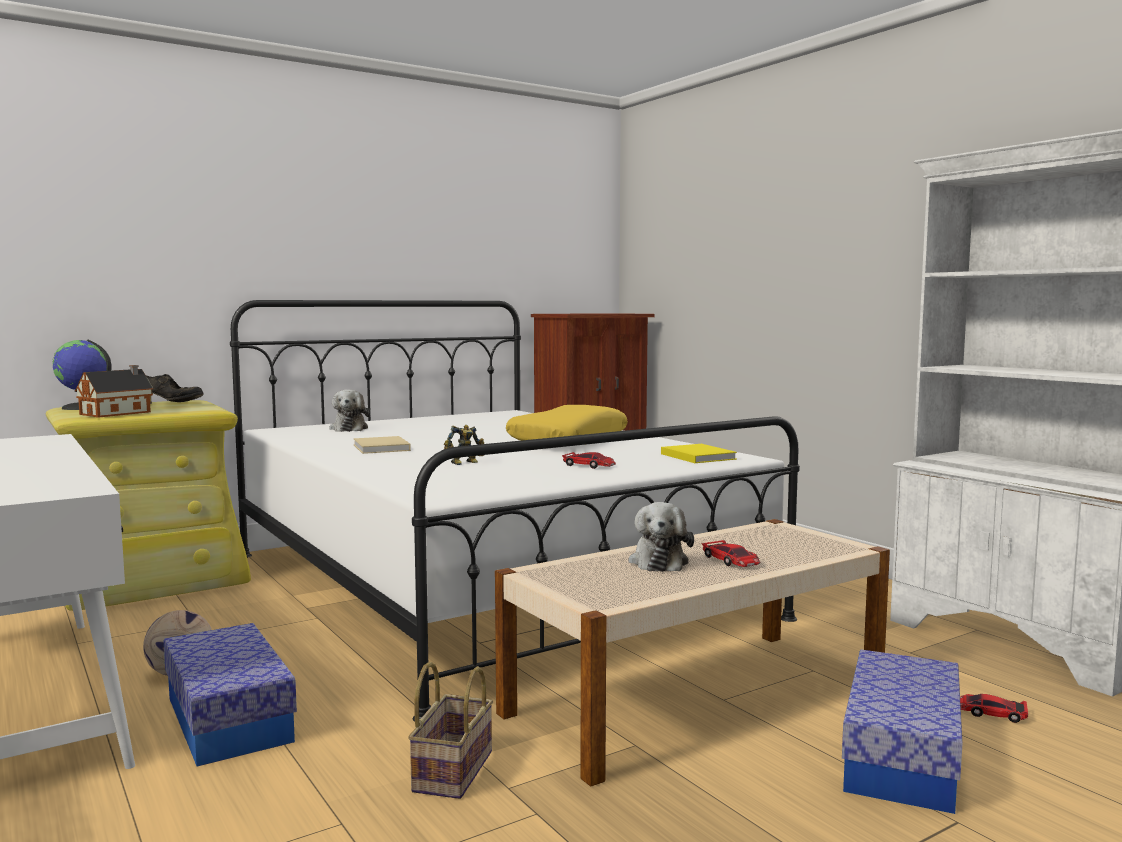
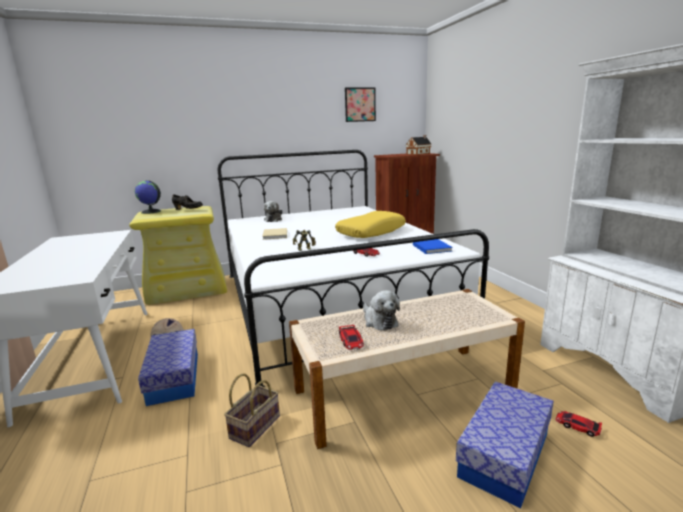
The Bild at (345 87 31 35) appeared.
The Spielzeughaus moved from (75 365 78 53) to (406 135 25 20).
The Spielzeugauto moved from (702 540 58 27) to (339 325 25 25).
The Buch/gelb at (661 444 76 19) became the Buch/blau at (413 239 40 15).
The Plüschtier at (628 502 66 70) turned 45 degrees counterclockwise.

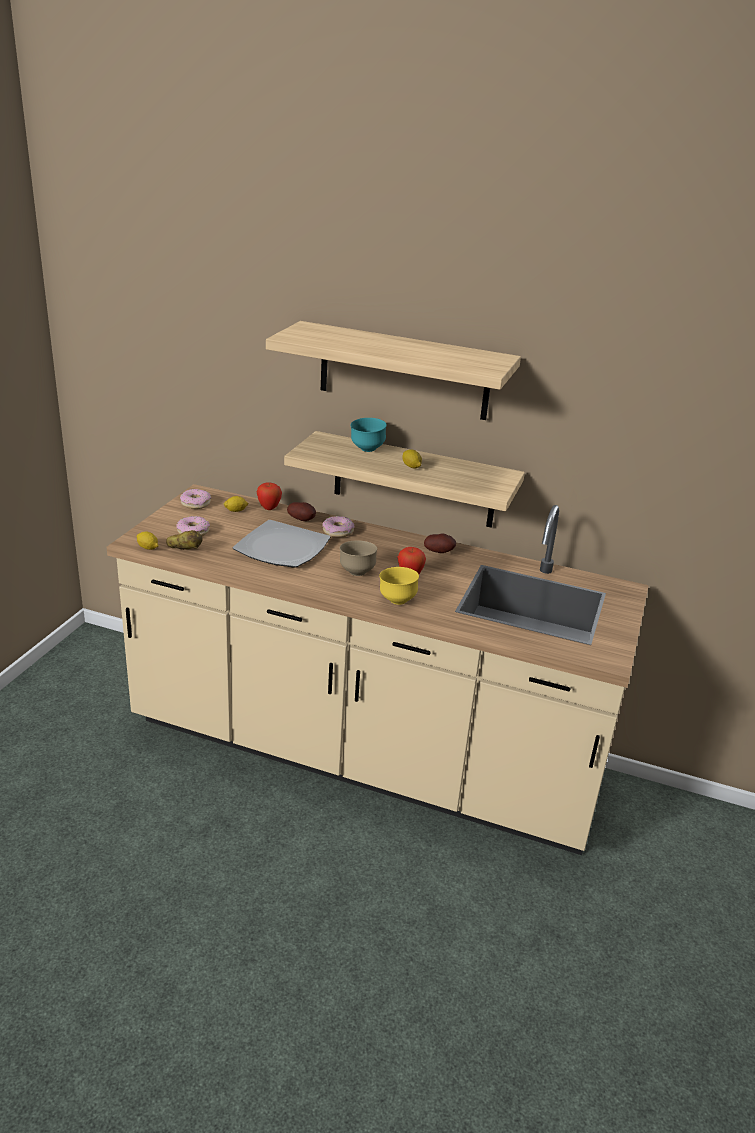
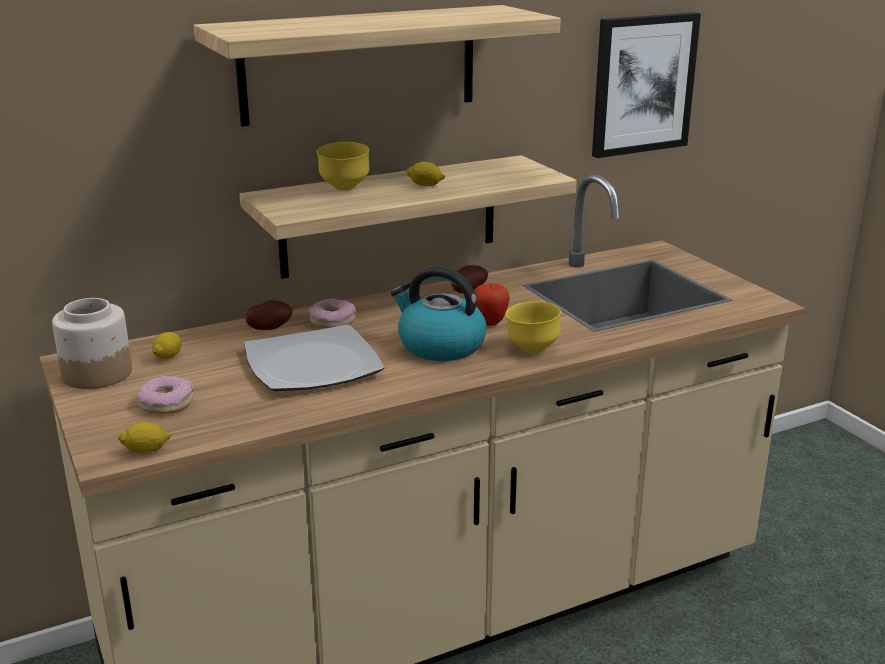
The Kartoffel at (166 530 37 20) disappeared.
The Apfel at (257 482 25 28) disappeared.
The Bild at (592 12 109 146) appeared.
The Donut at (180 489 31 20) was replaced by the Vorratsglas at (52 298 80 91).
The Schüssel/braun at (340 540 37 36) was replaced by the Wasserkessel at (391 266 95 95).
The Schüssel/türkis at (350 418 37 34) became the Schüssel/gelb at (317 142 53 48).

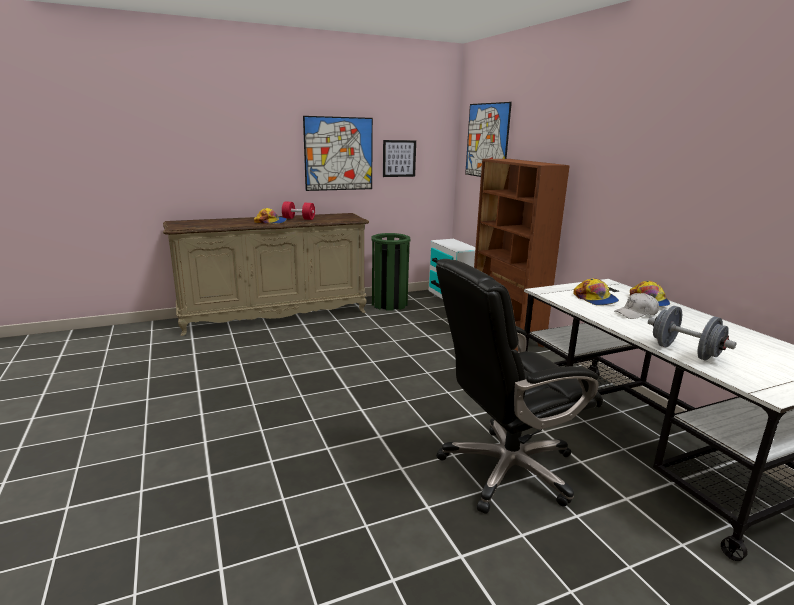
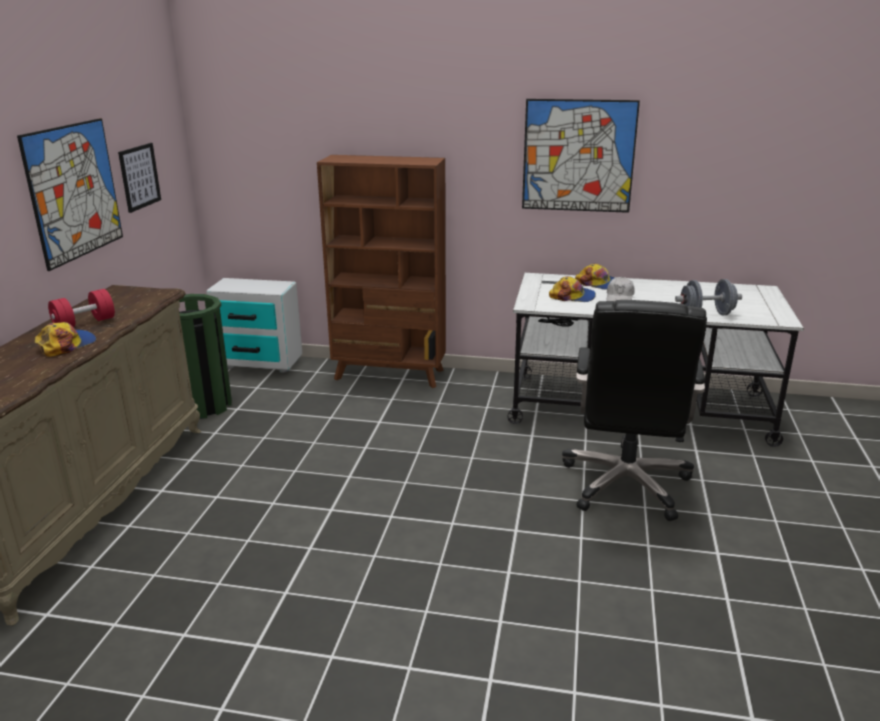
The Bild moved from (465 102 47 75) to (522 99 118 114).

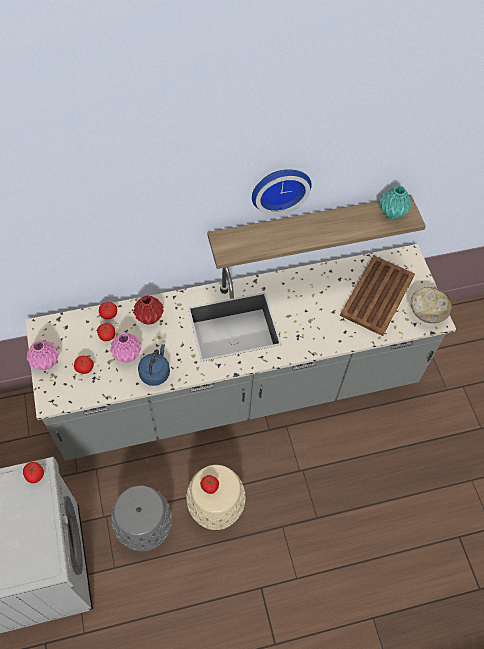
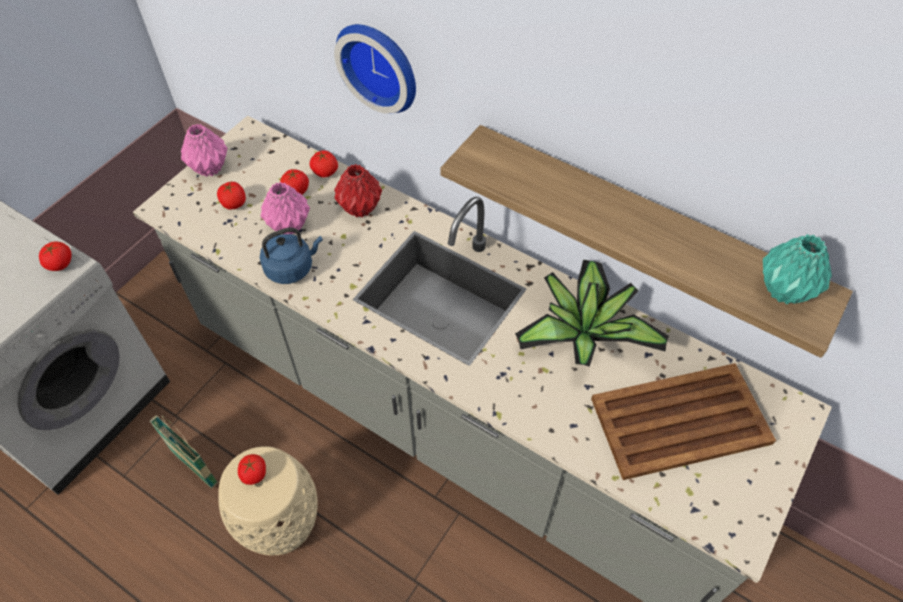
The Schüssel at (411 287 41 37) disappeared.
The Topfpflanze at (515 260 154 107) appeared.
The Wanduhr moved from (252 169 60 45) to (334 24 82 90).
The Hocker/grau at (111 485 61 66) was replaced by the Korb at (150 415 68 73).

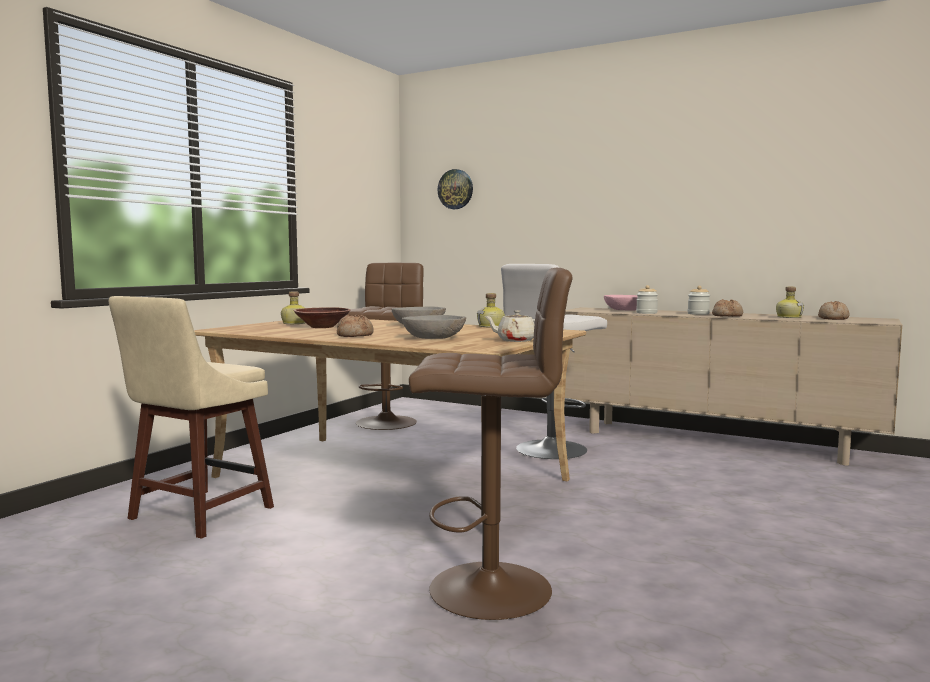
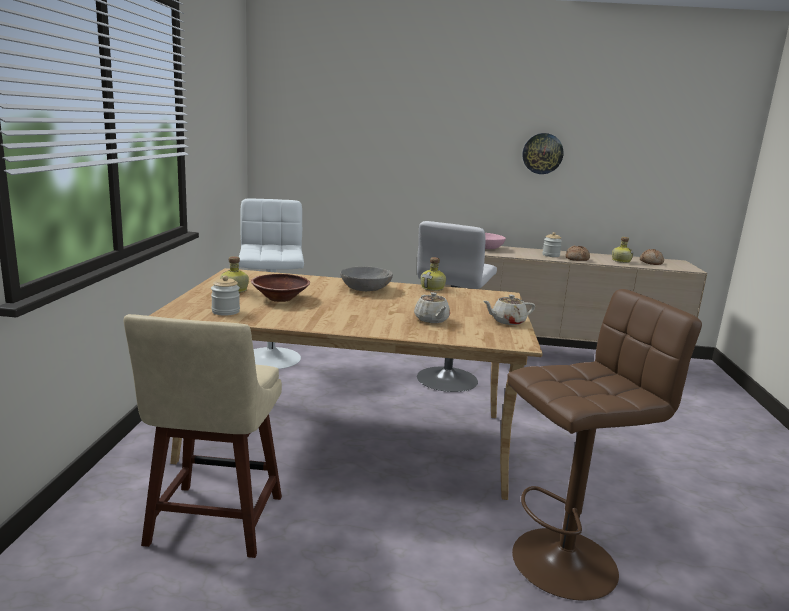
The Brot at (337 315 37 22) disappeared.
The Wanduhr moved from (438 169 35 40) to (522 133 42 41).
The Vorratsglas moved from (636 285 22 29) to (211 276 29 40).
The Schüssel/grau at (402 315 64 24) was replaced by the Teekanne/beige at (414 292 36 31).
The Hocker/braun at (347 263 77 167) became the Hocker/weiß at (239 199 65 170).

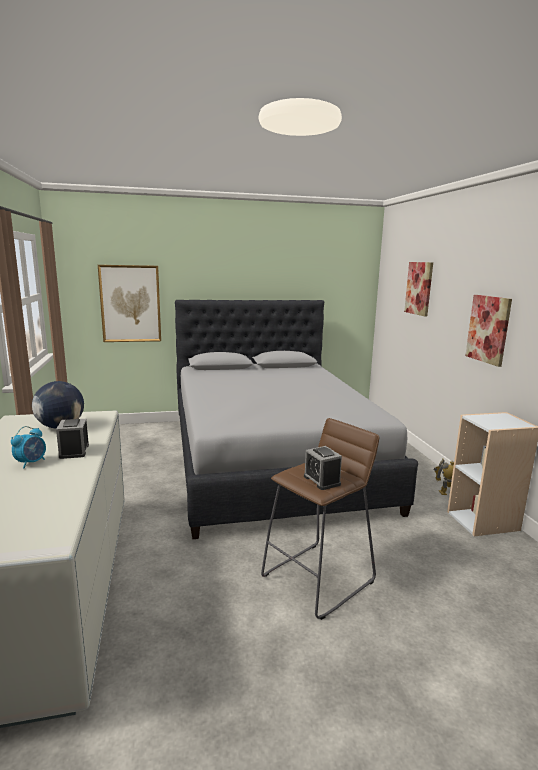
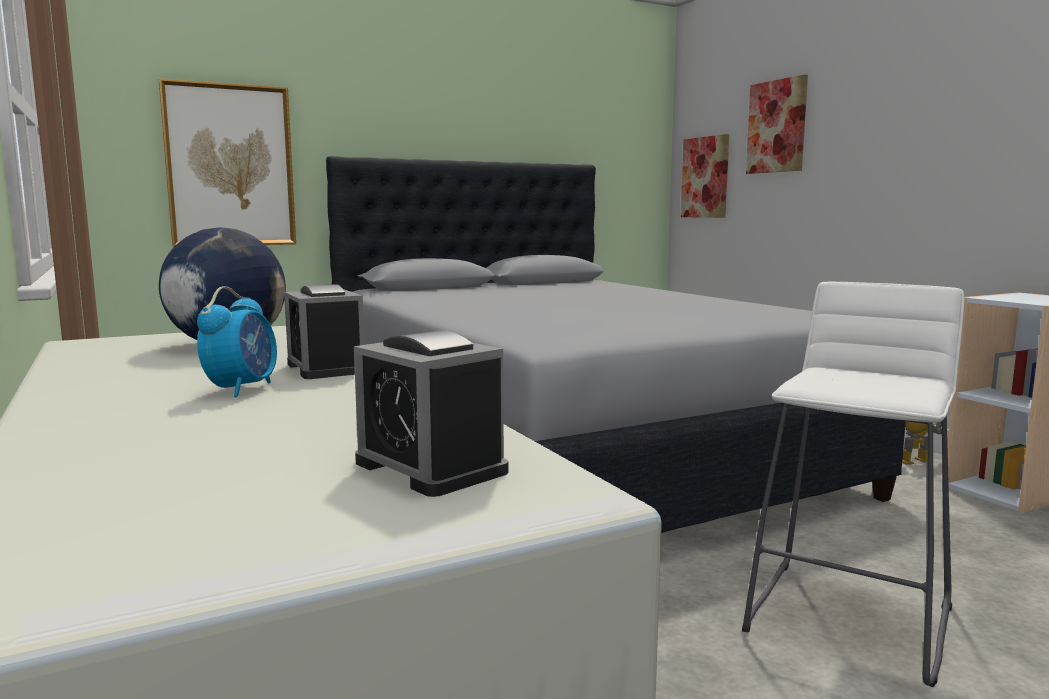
The Wecker moved from (304 446 38 44) to (354 330 154 167).
The Bild moved from (465 295 47 72) to (681 134 48 84).
The Hocker/braun at (261 418 118 202) became the Hocker/weiß at (742 282 222 405).

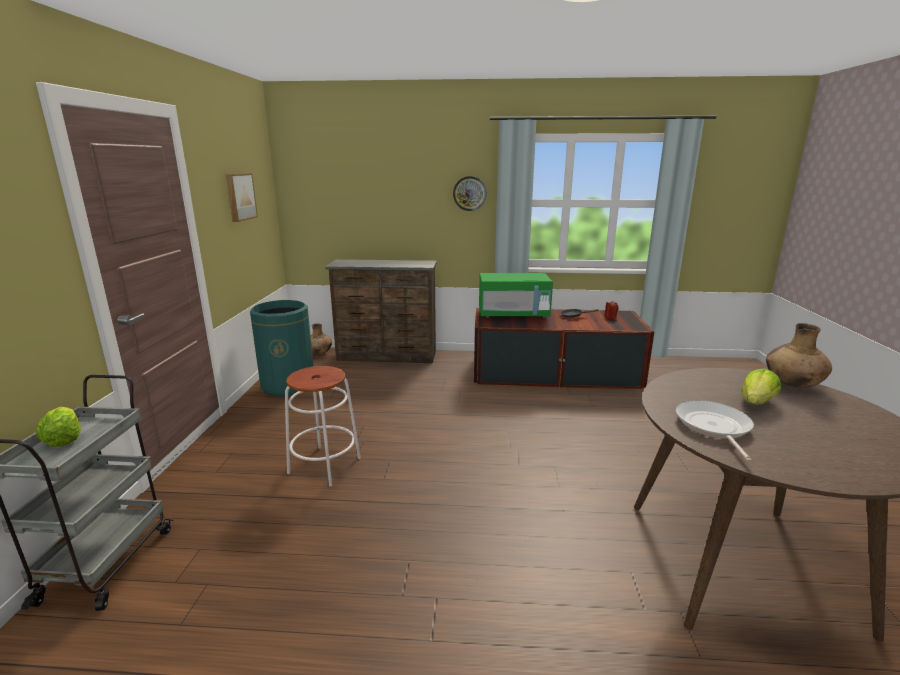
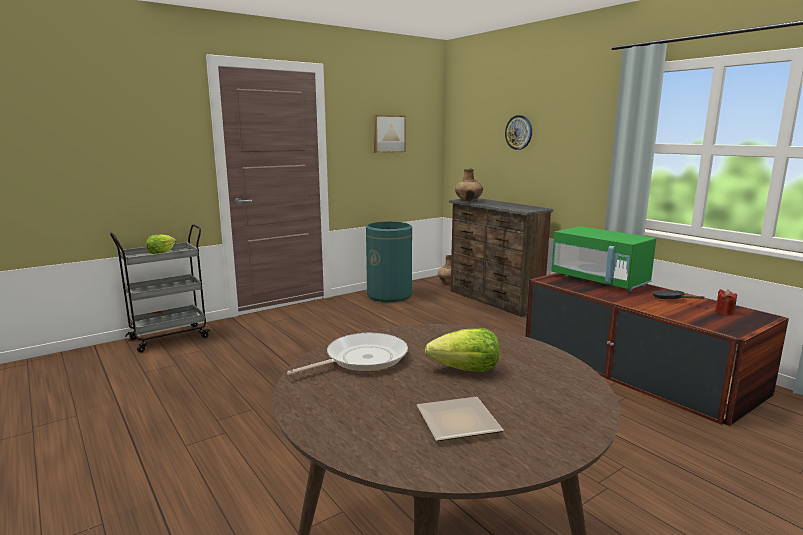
The Hocker/weiß at (285 366 76 120) disappeared.
The Teller at (417 397 87 44) appeared.
The Wanduhr moved from (453 176 34 35) to (505 115 27 35).
The Vase/braun moved from (766 323 66 65) to (455 169 28 32).

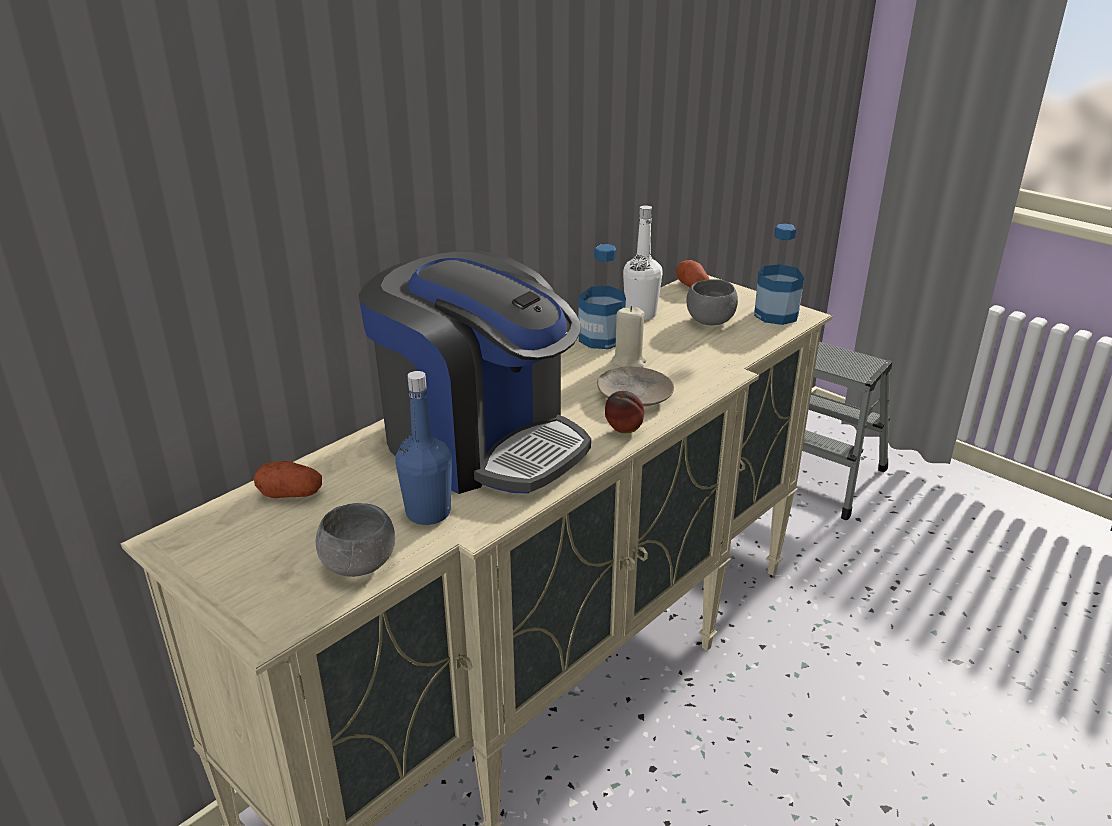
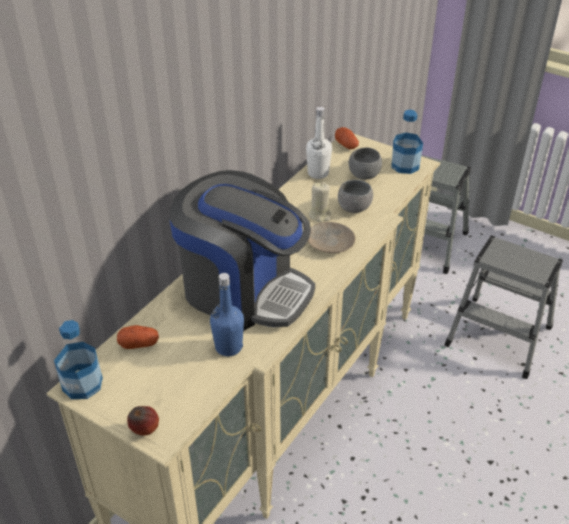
The Trittleiter/grau at (445 235 118 144) appeared.
The Schüssel/grau moved from (316 503 79 74) to (338 180 35 33).
The Flasche moved from (578 244 48 105) to (54 320 49 79).
The Apfel moved from (605 391 39 43) to (127 406 32 30).

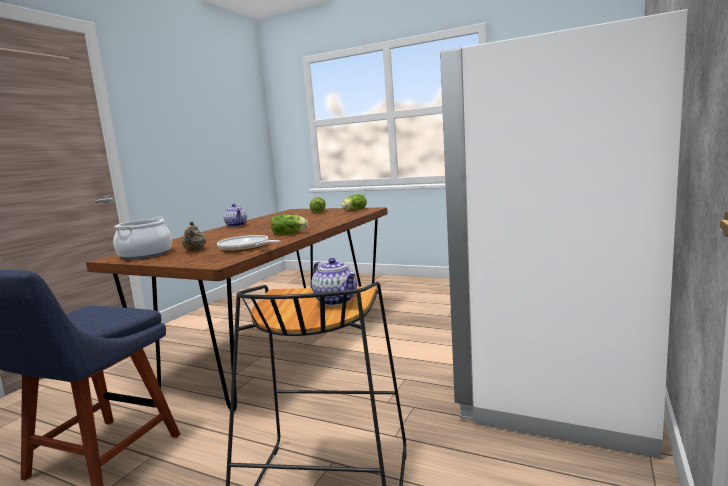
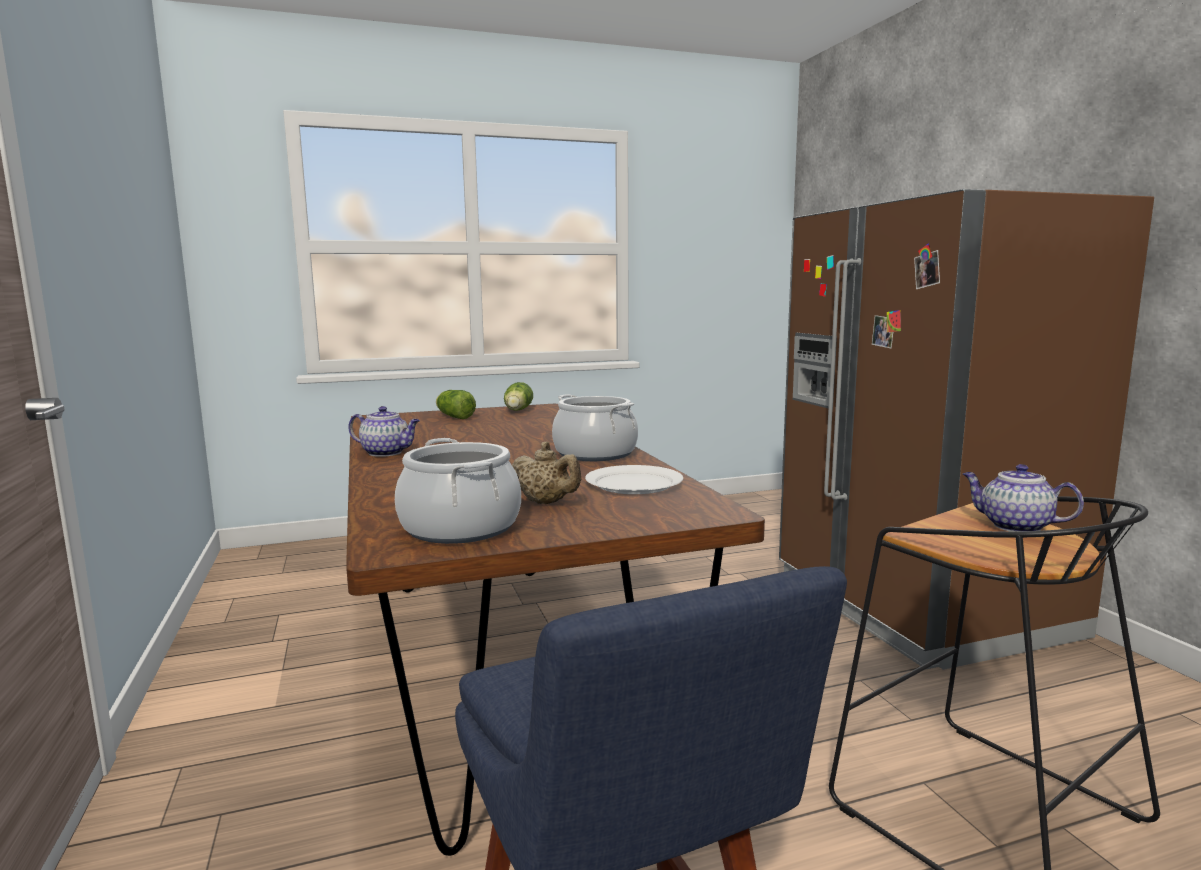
The Pfanne at (217 235 64 17) was replaced by the Teller/weiß at (585 465 98 29).
The Salatkopf at (271 214 37 21) was replaced by the Kochtopf at (552 394 86 67).
The Kühlschrank/weiß at (440 9 247 450) became the Kühlschrank/braun at (779 189 375 481).
The Teekanne at (311 258 46 48) turned 150 degrees counterclockwise.

